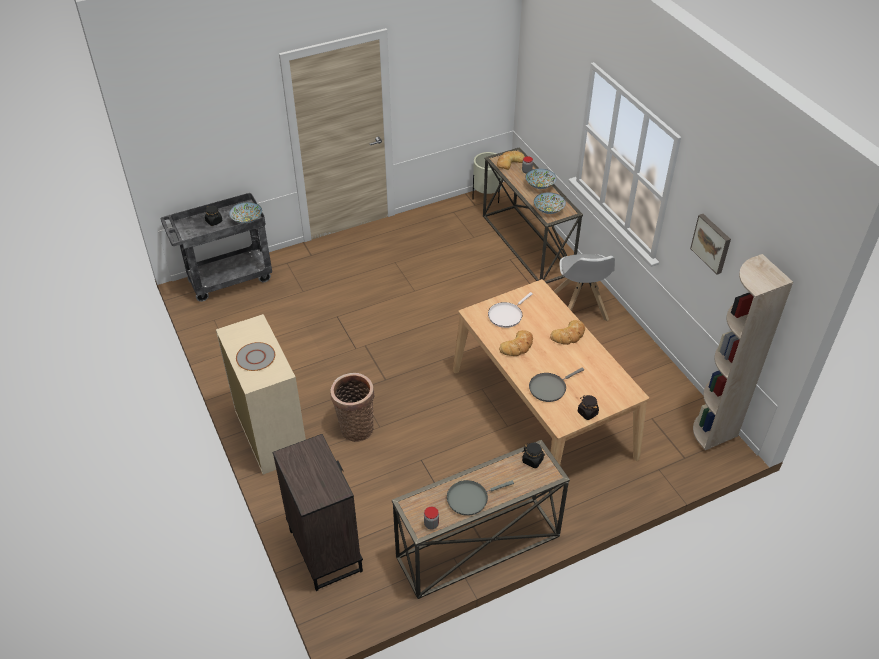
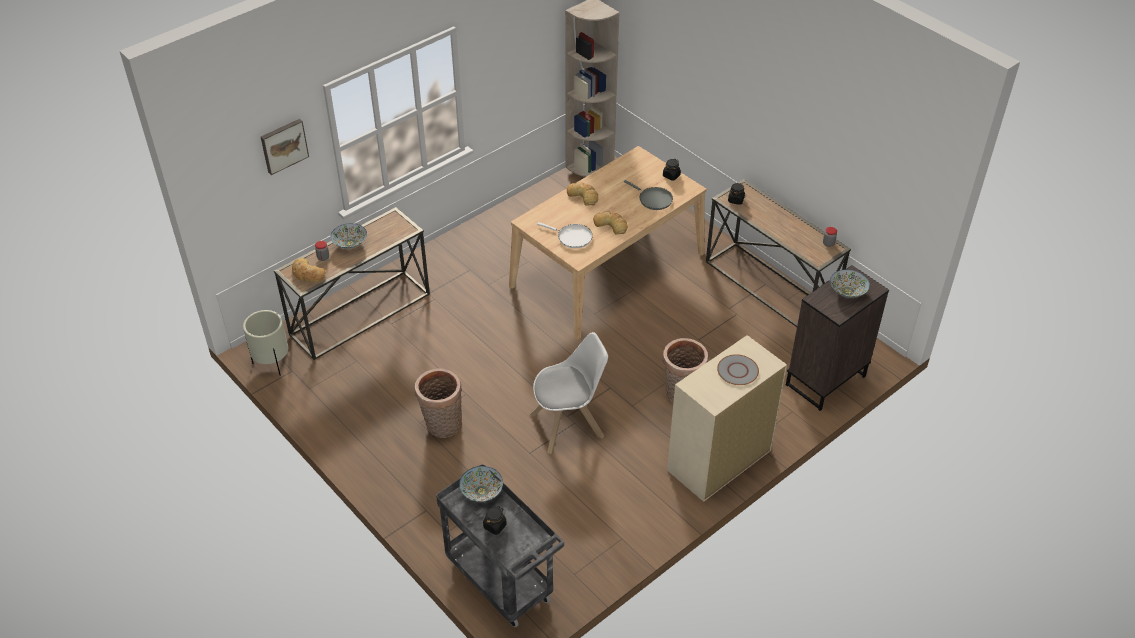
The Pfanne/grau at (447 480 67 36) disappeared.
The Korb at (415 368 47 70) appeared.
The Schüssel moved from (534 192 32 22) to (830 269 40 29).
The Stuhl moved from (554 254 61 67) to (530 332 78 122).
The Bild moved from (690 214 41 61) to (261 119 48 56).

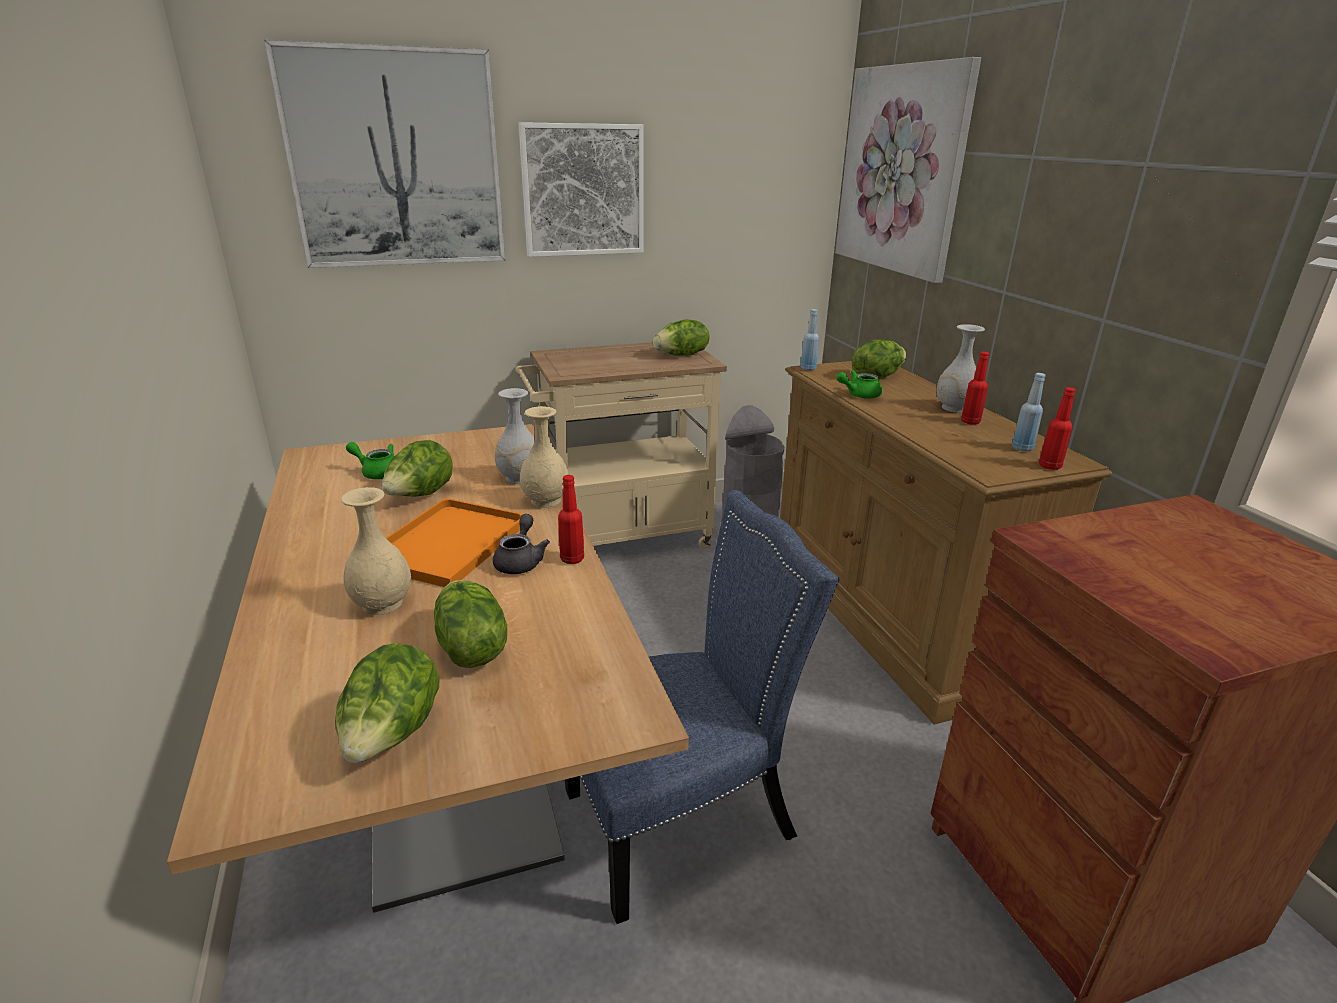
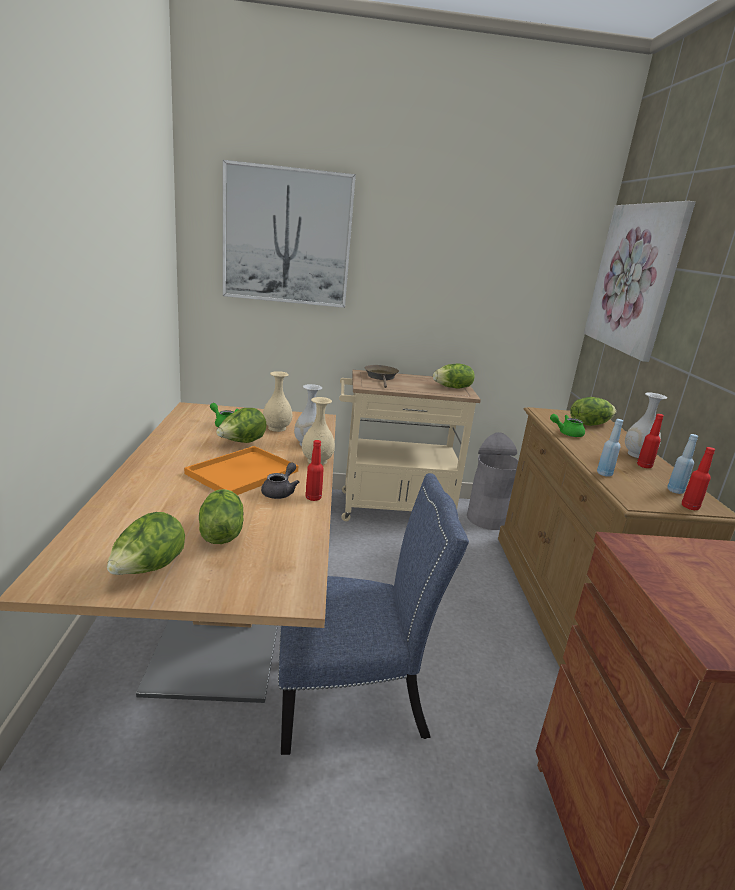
The Bild at (518 122 126 135) disappeared.
The Pfanne/braun at (365 365 34 23) appeared.
The Vase/beige moved from (341 487 70 128) to (263 371 30 61).
The Flasche/blau moved from (801 309 18 62) to (597 419 26 58).

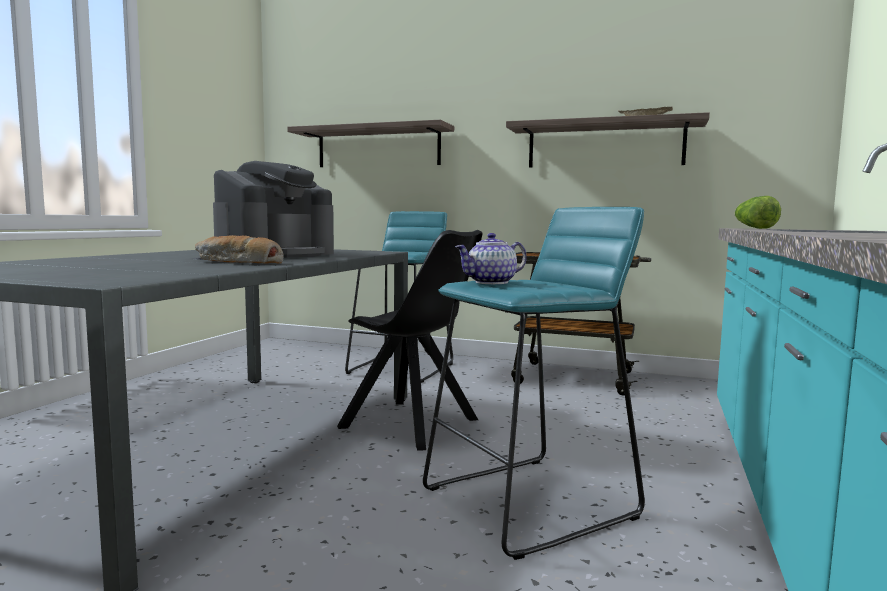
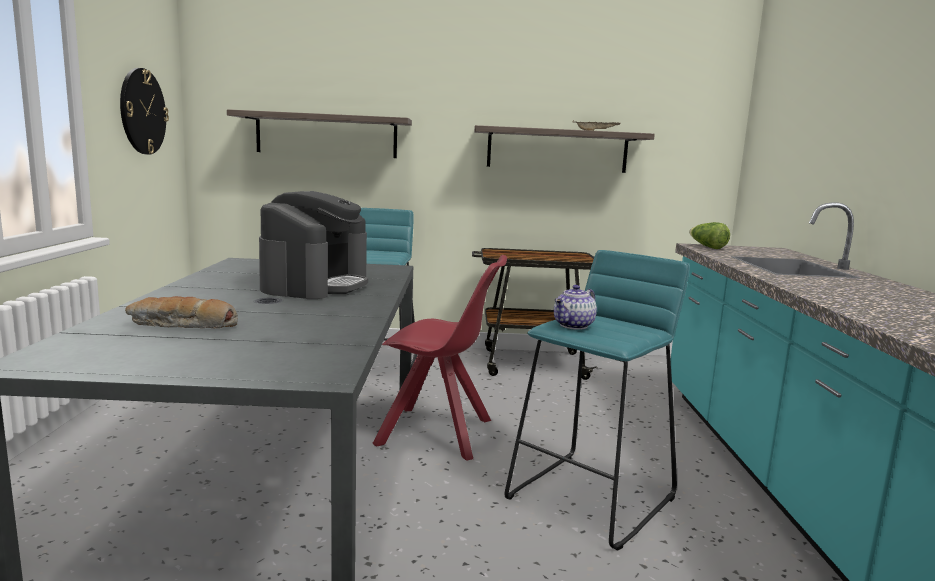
The Wanduhr at (120 68 49 87) appeared.
The Brot moved from (195 235 89 29) to (125 296 113 32).
The Stuhl/schwarz at (337 230 146 221) became the Stuhl/rot at (372 255 135 206).

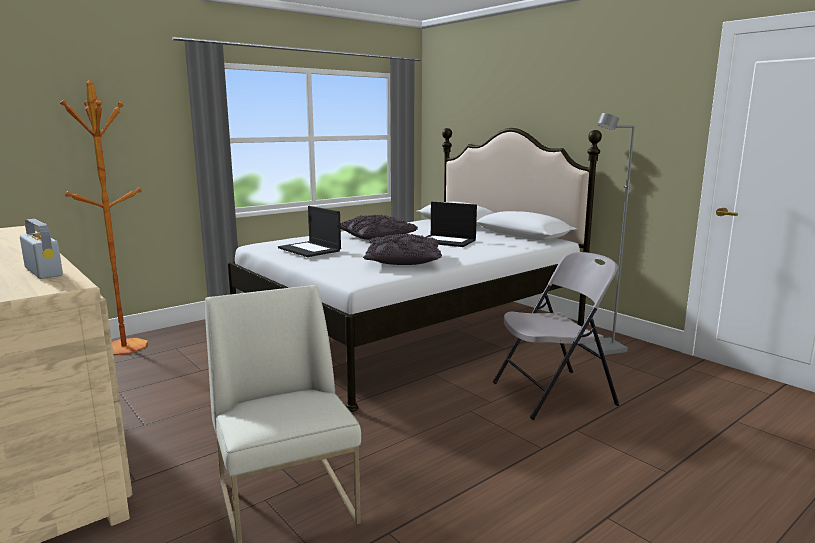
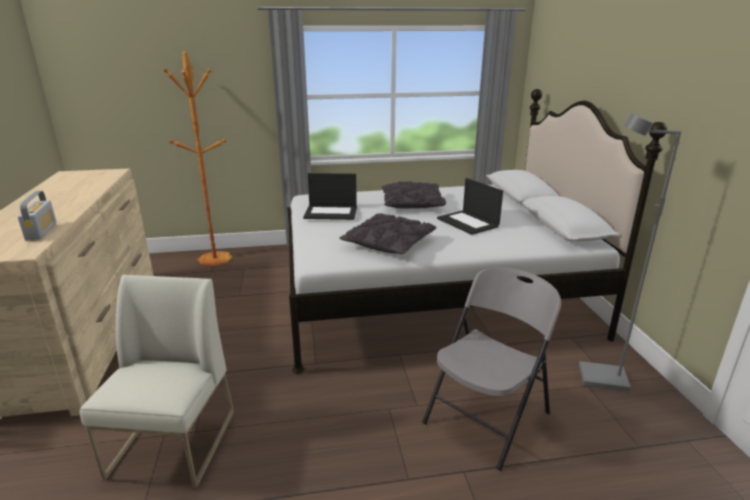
The Laptop at (278 206 63 51) turned 75 degrees counterclockwise.
The Stuhl/grau at (493 252 126 168) turned 60 degrees counterclockwise.

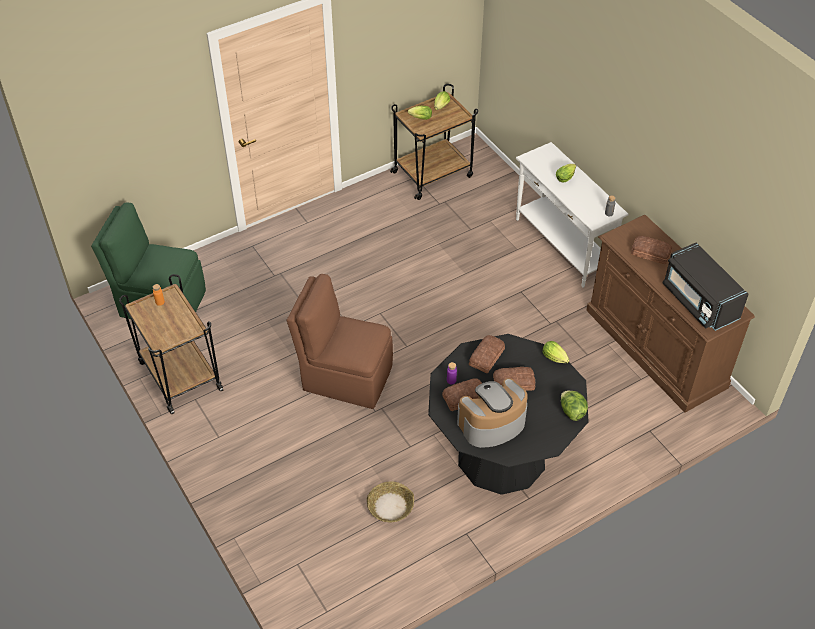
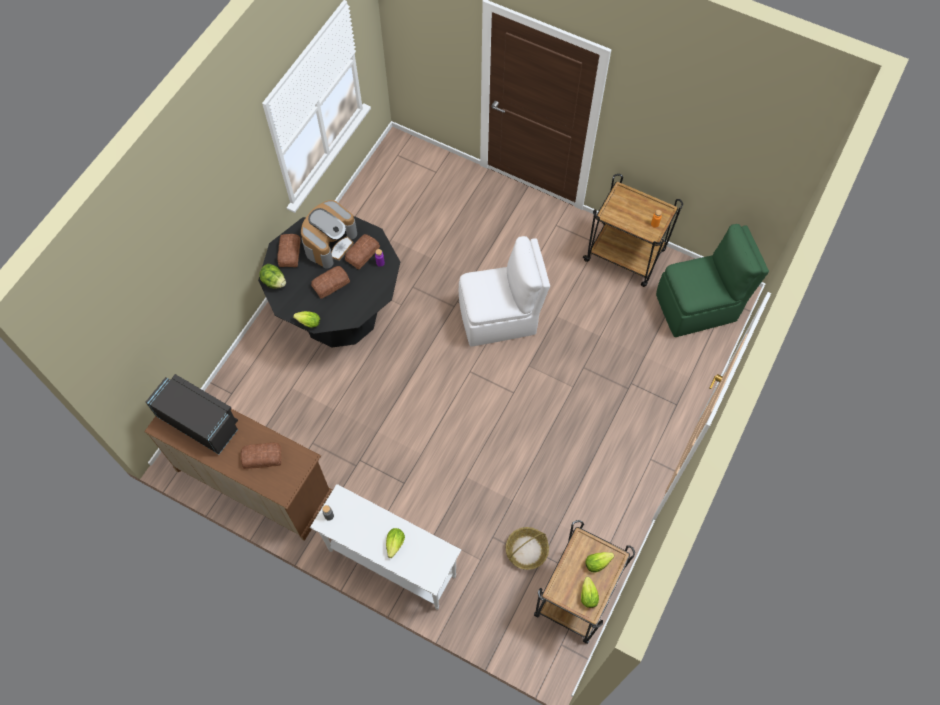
The Korb moved from (367 481 47 41) to (506 527 43 43).
The Brot moved from (469 335 36 38) to (277 234 23 33).
The Stuhl/braun at (287 274 106 135) became the Stuhl/weiß at (459 236 91 111).

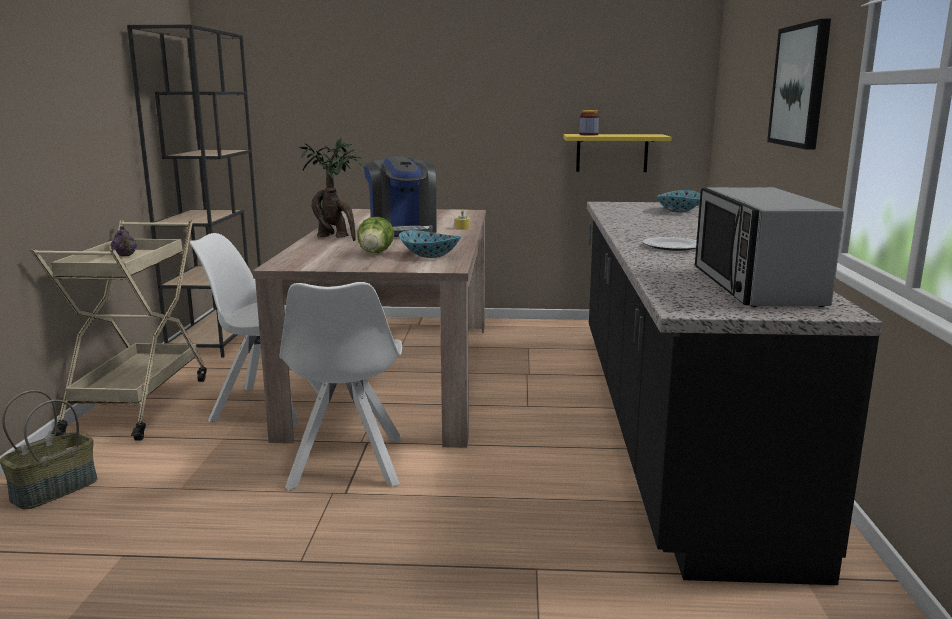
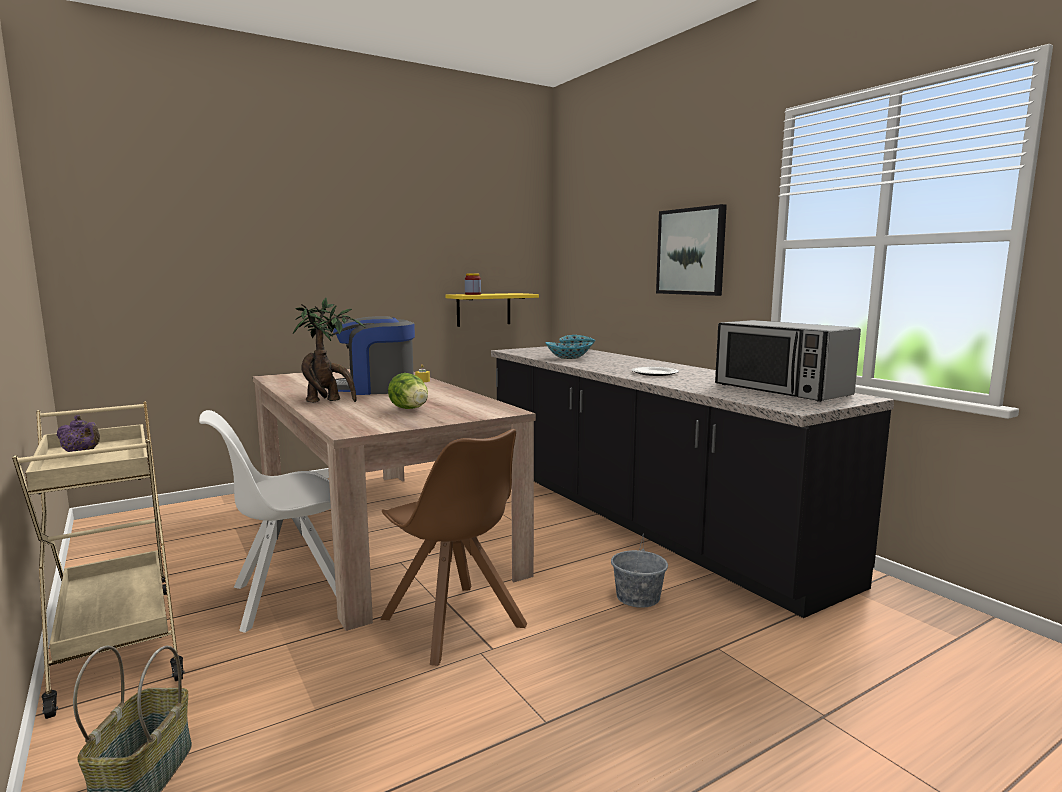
The Bücherregal at (127 25 134 333) disappeared.
The Eimer/grau at (611 533 57 75) appeared.
The Schüssel moved from (399 230 62 28) to (545 342 48 17).
The Stuhl/weiß at (279 282 123 208) became the Stuhl/braun at (380 429 147 237).
The Kaffeemaschine at (364 156 73 81) turned 135 degrees clockwise.

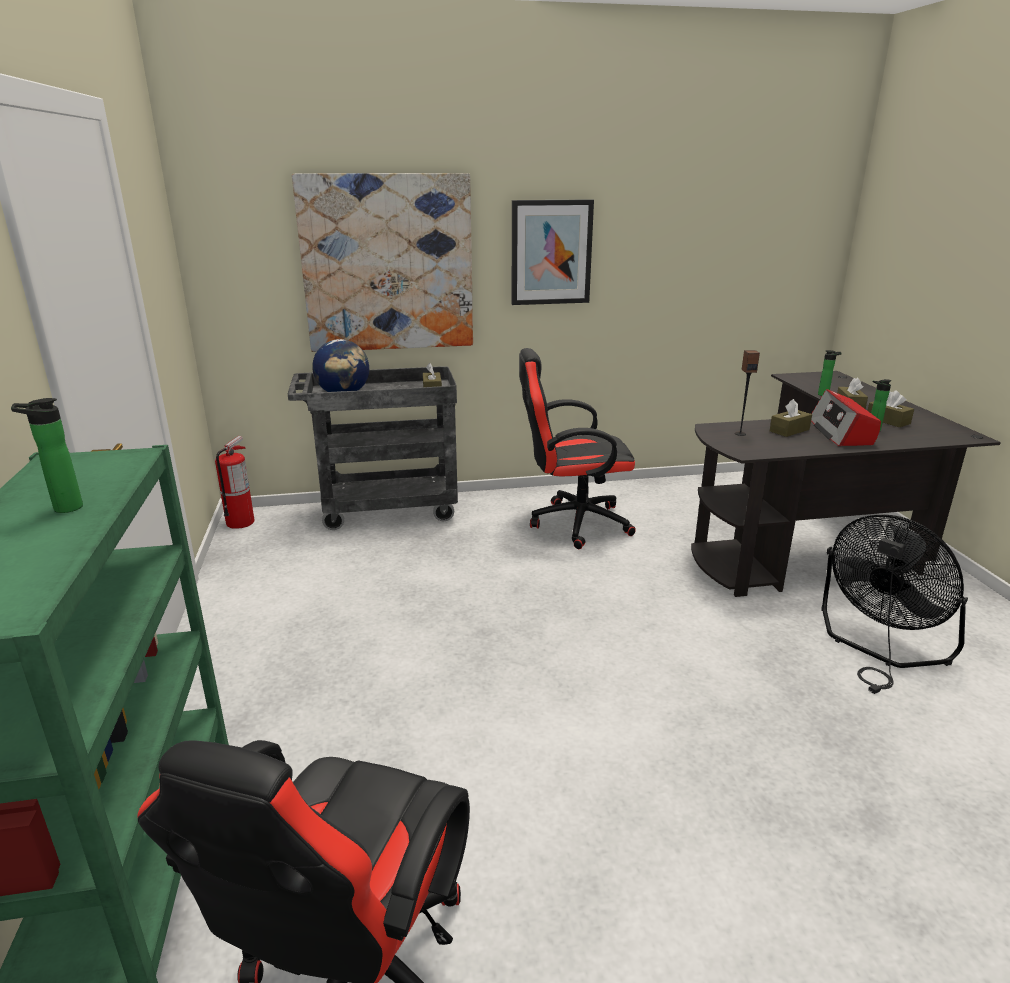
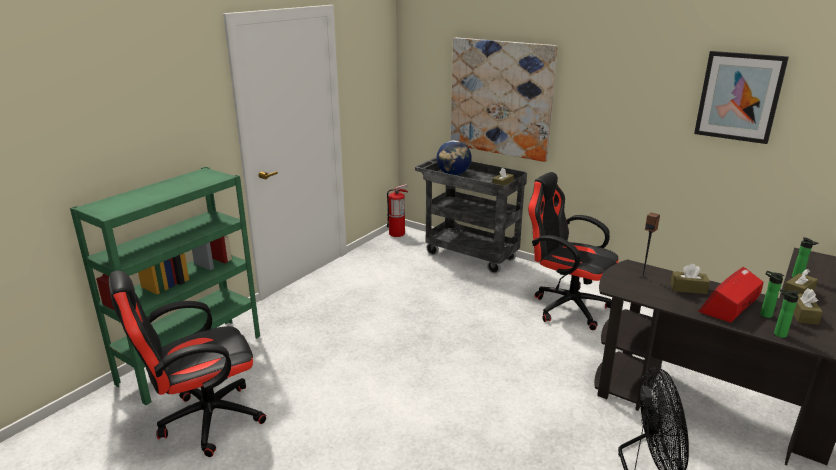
The Flasche moved from (11 398 72 115) to (774 289 26 49).
The Bild moved from (511 199 83 106) to (694 51 95 93).

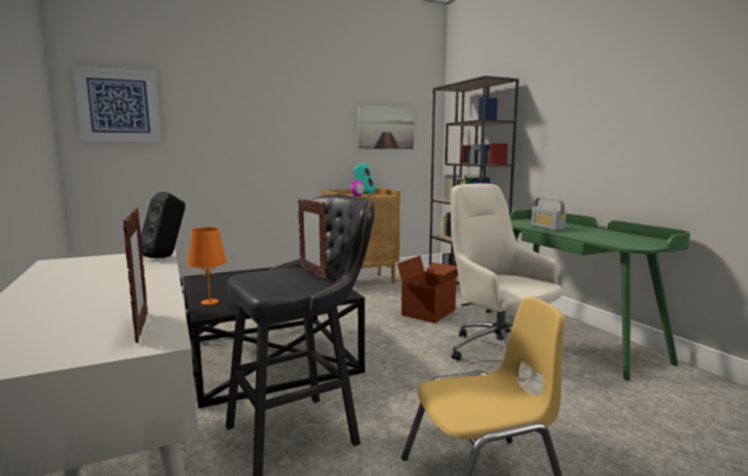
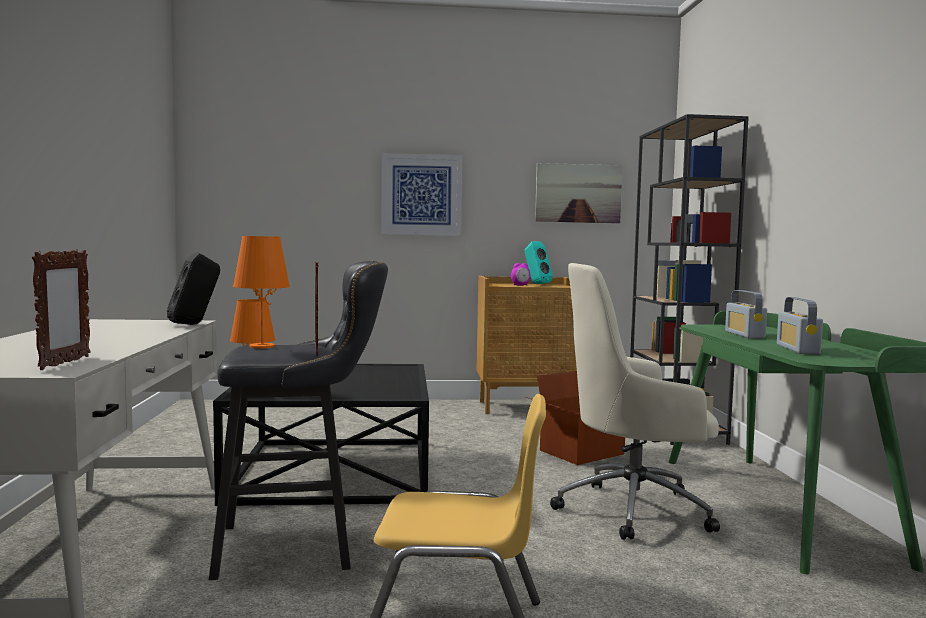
The Tischlampe/orange at (233 236 57 113) appeared.
The Radio at (777 297 46 57) appeared.
The Bild moved from (73 65 88 77) to (381 153 81 83).
The Bürostuhl/beige at (451 183 111 196) turned 75 degrees counterclockwise.

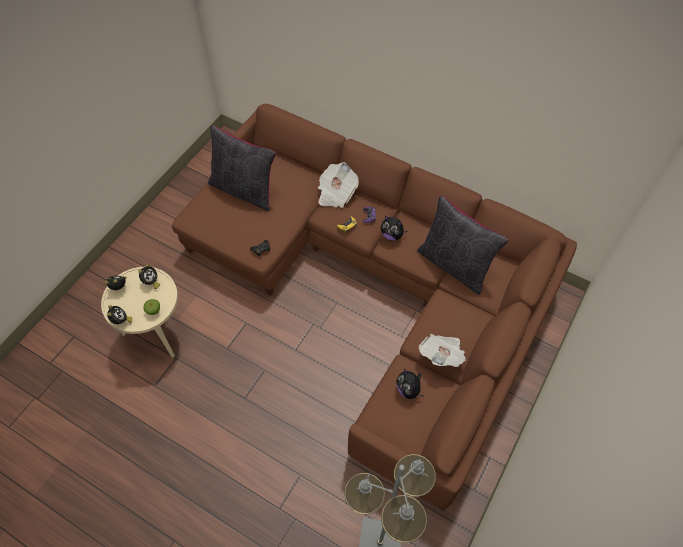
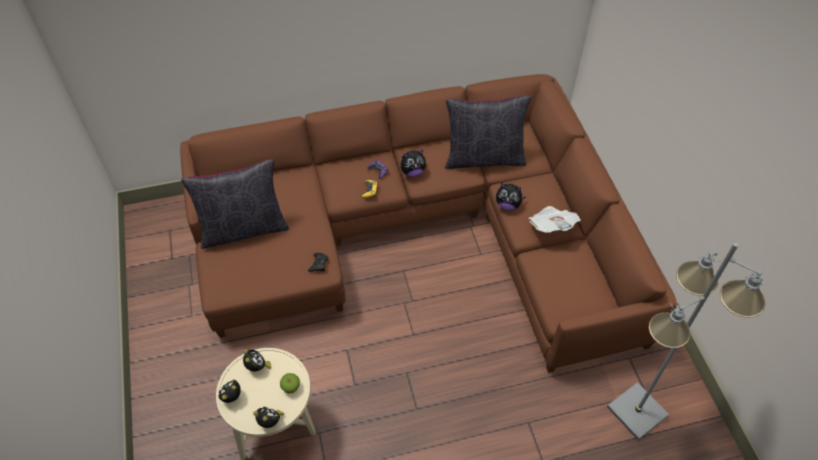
The Zeitung at (318 162 41 46) disappeared.
The Plüschtier moved from (396 369 27 30) to (496 183 29 27).

